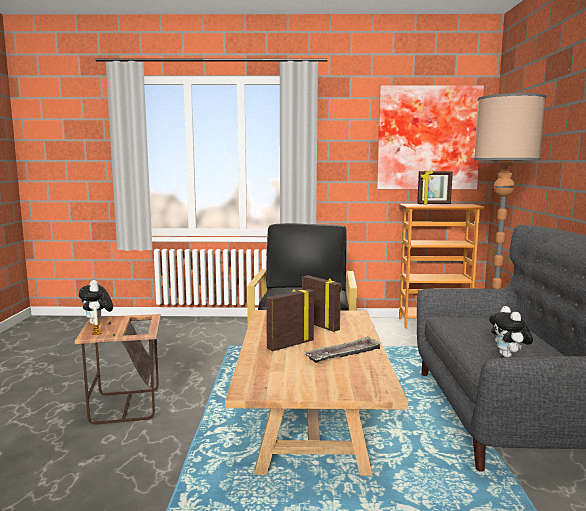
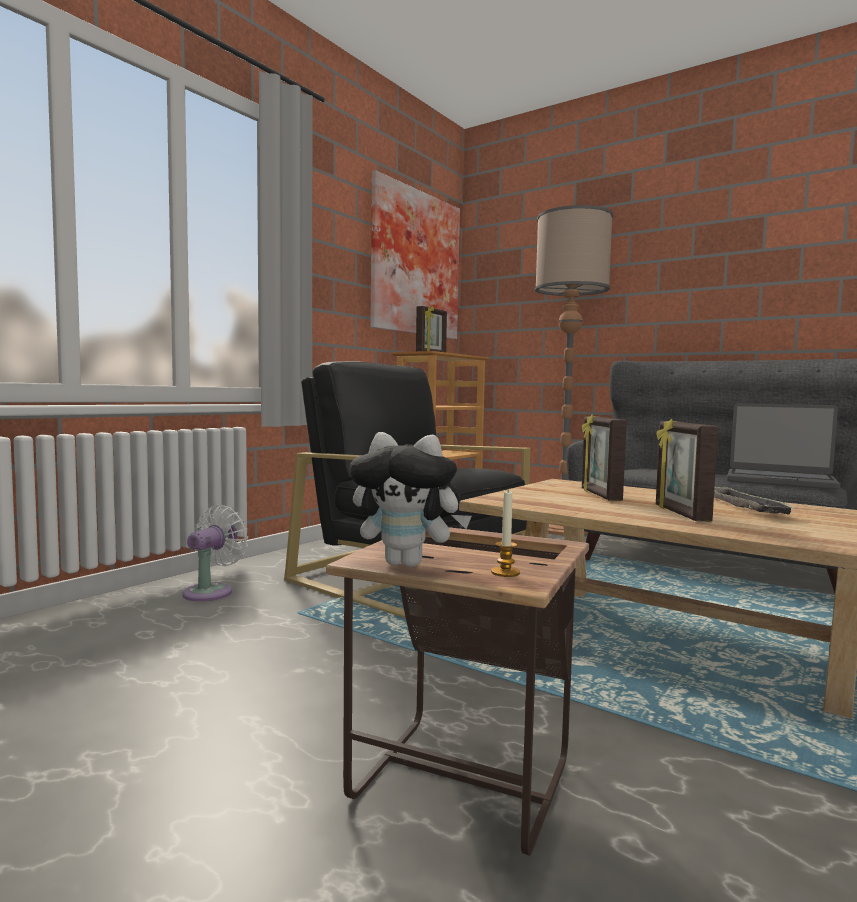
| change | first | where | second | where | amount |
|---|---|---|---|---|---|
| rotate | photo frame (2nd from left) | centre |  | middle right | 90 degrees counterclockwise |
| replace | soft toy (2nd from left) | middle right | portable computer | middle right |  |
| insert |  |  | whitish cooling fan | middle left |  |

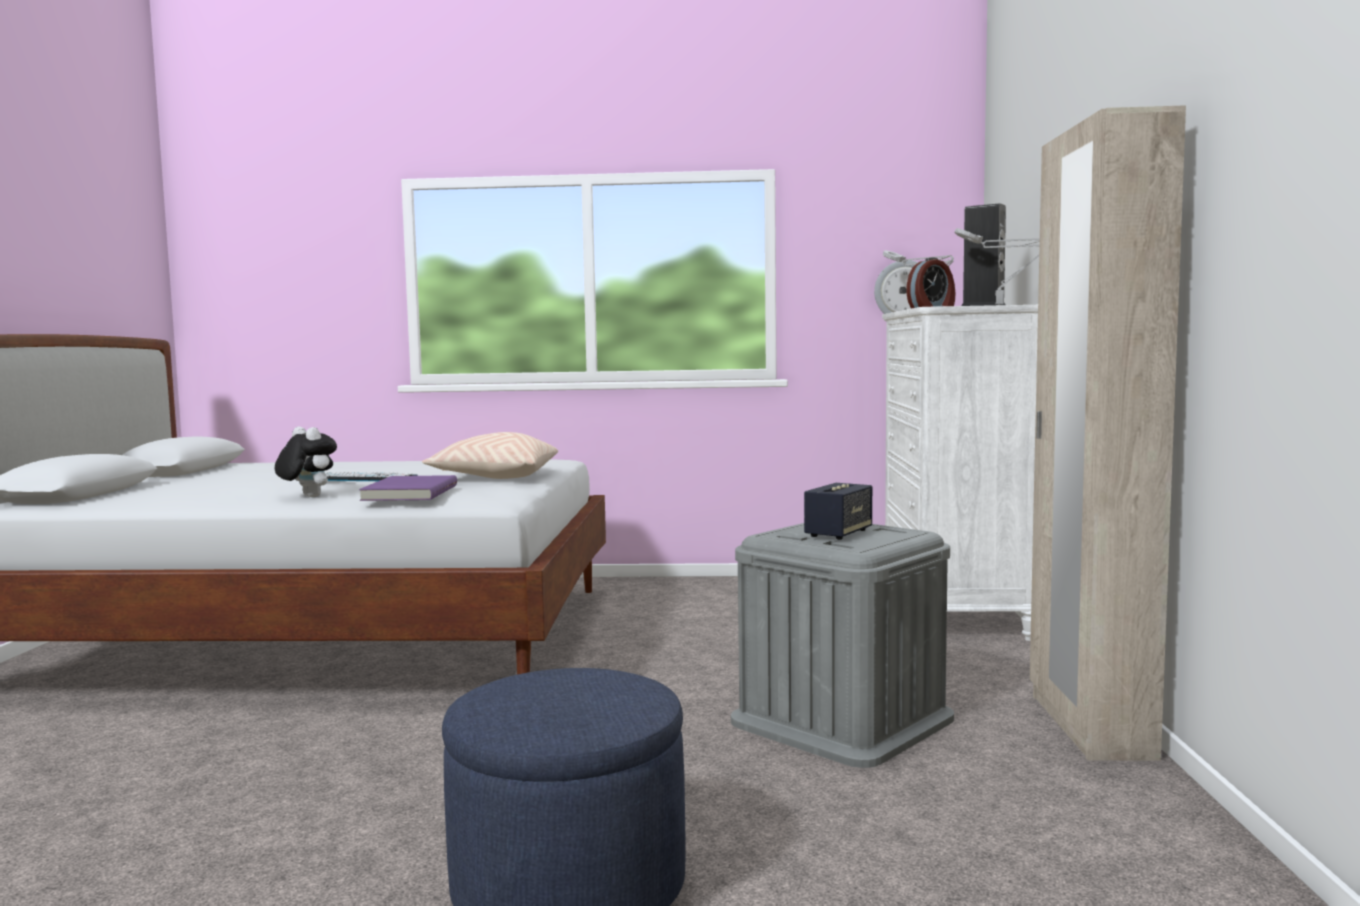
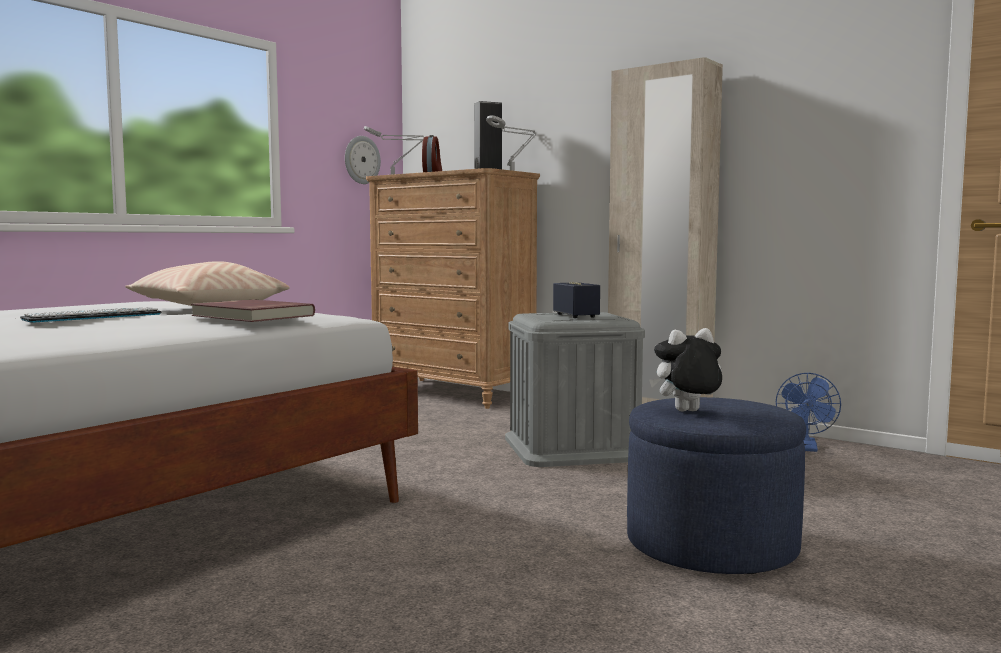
| change | first | where | second | where | amount |
|---|---|---|---|---|---|
| move | soft toy | middle left |  | middle right |  |
| recolor | purplish bound book | middle left | reddish bound book | middle left |  |
| recolor | whitish chest of drawers | middle right | brownish chest of drawers | centre |  |
| insert |  |  | bluish cooling fan | middle right |  |

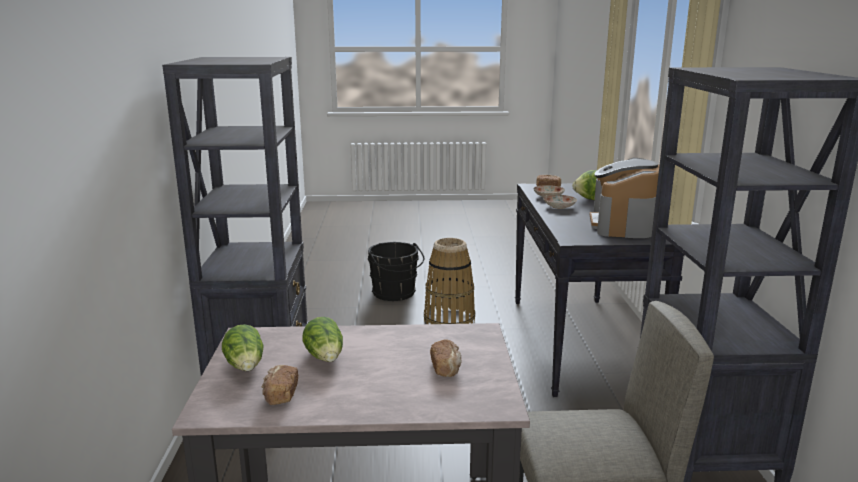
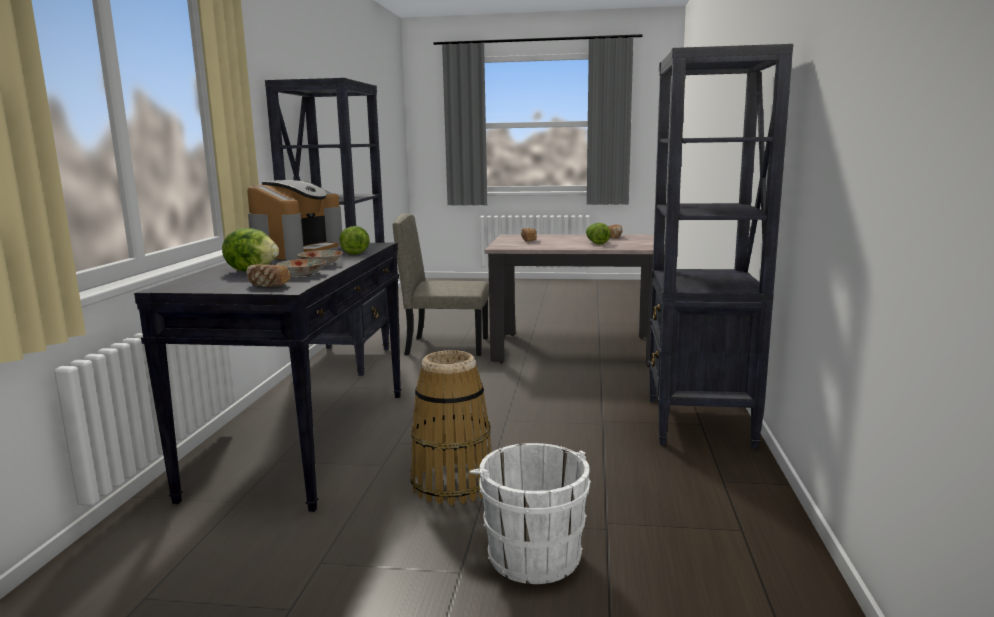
| change | first | where | second | where | amount |
|---|---|---|---|---|---|
| move | lettuce head (1st from left in the first image) | bottom left | lettuce head (2nd from left) | centre |  |
| recolor | black bucket | centre | whitish bucket | bottom centre |  |

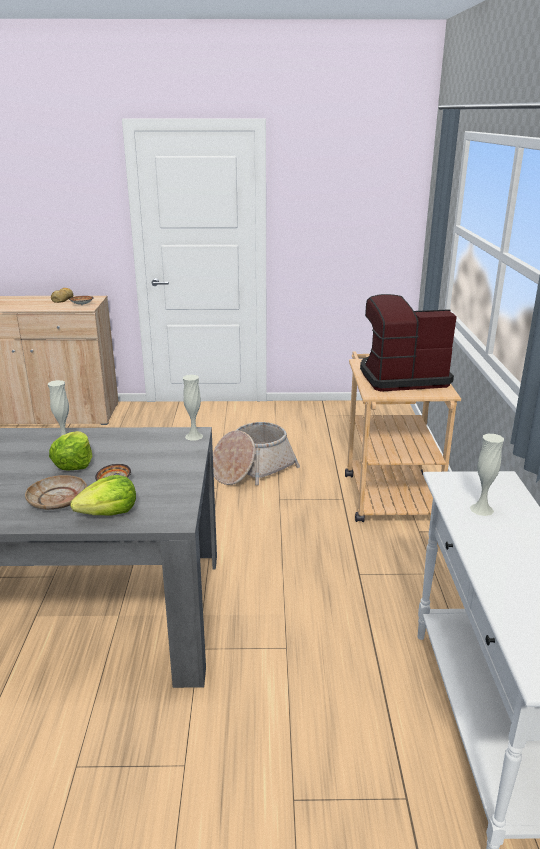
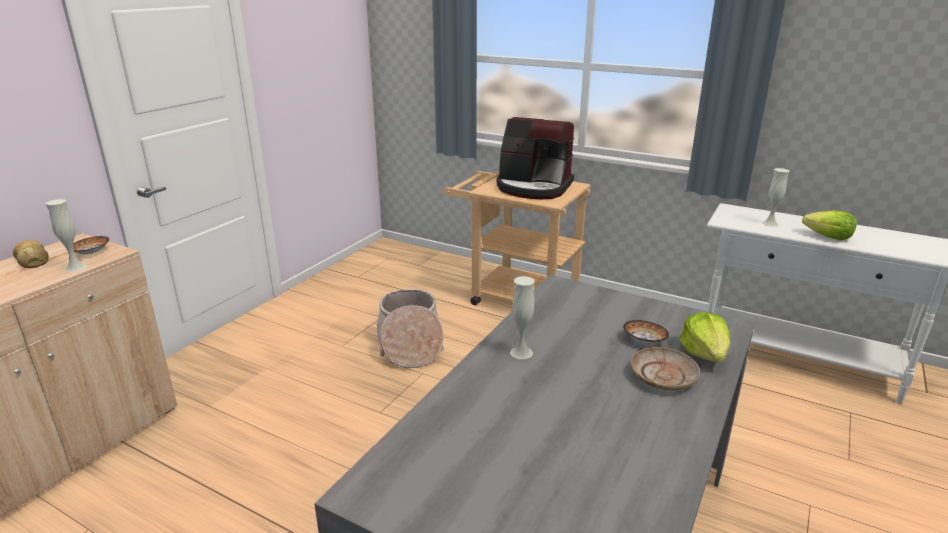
| change | first | where | second | where | amount |
|---|---|---|---|---|---|
| move | lettuce head (1st from left in the first image) | middle left | lettuce head (2nd from left) | middle right |  |
| move | whitish vase (2nd from left in the first image) | centre | whitish vase (1st from left) | middle left |  |
| rotate | coffee brewer | middle right |  | top centre | 90 degrees counterclockwise |

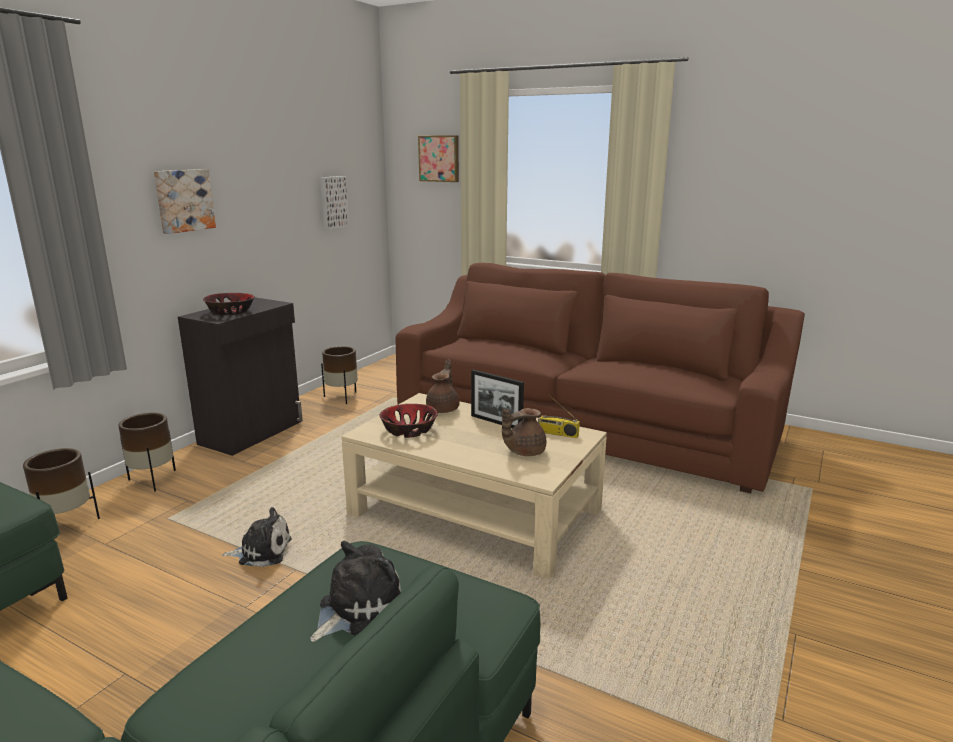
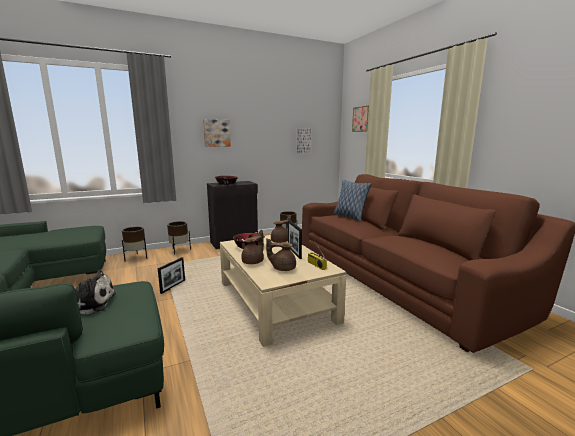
| change | first | where | second | where | amount |
|---|---|---|---|---|---|
| replace | soft toy (1st from left) | bottom left | photo frame (1st from left) | middle left |  |
| insert |  |  | brownish teapot (1st from left) | centre |  |
| insert |  |  | throw pillow | centre |  |

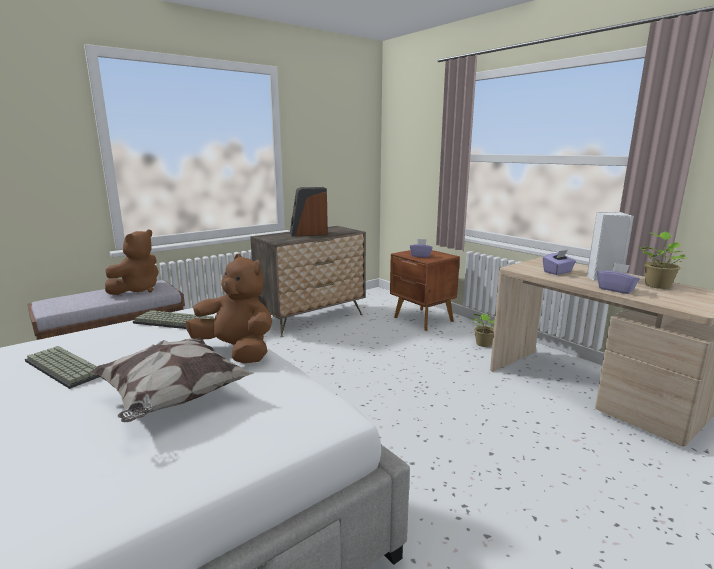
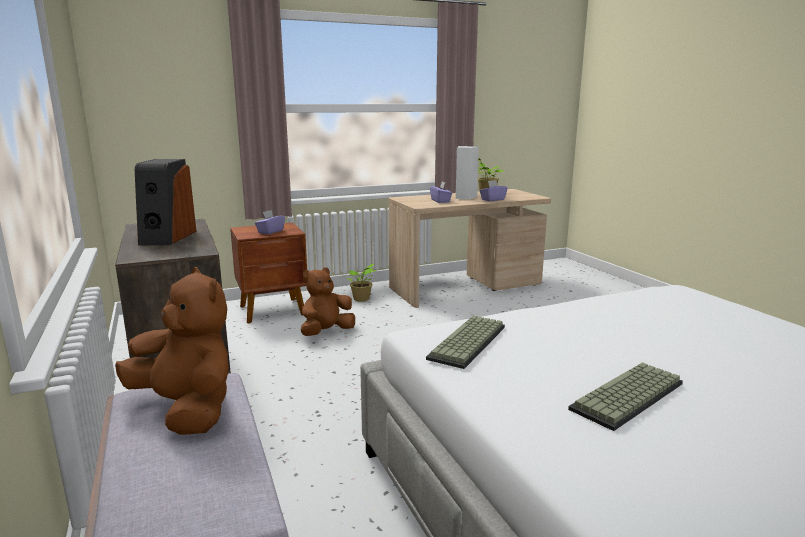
| change | first | where | second | where | amount |
|---|---|---|---|---|---|
| delete | throw pillow | middle left |  |  |  |
| move | brownish soft toy (2nd from left) | middle left |  | centre |  |

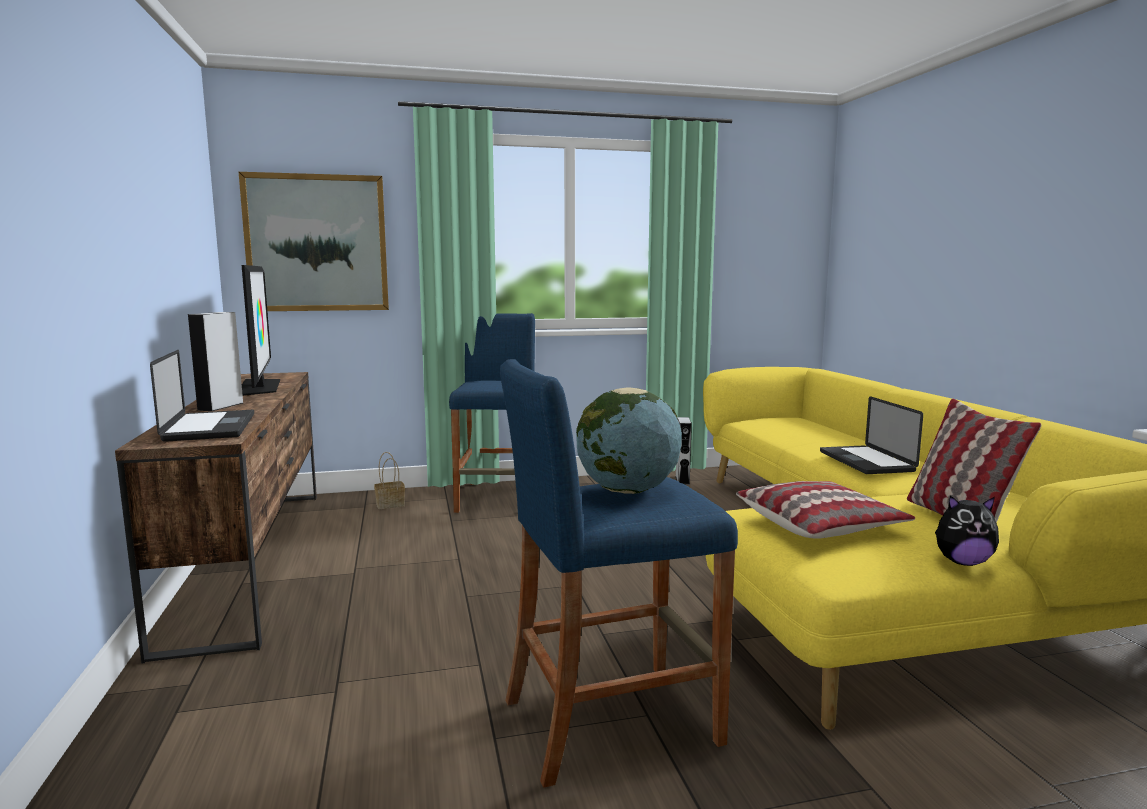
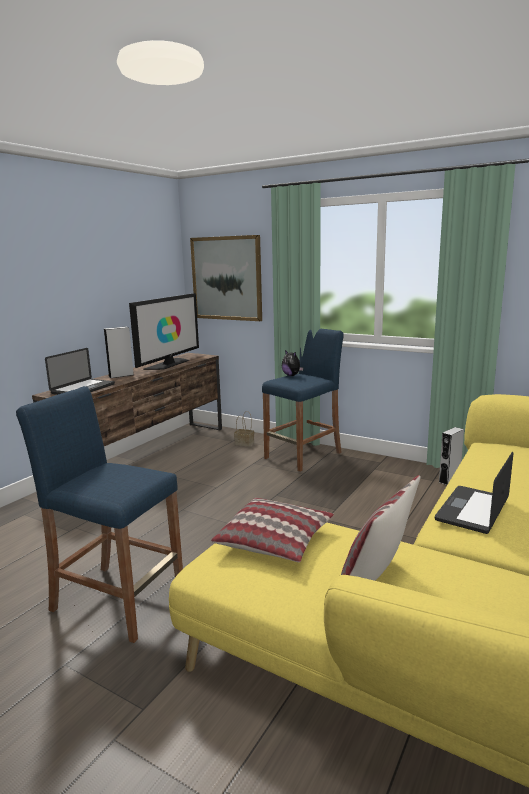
| change | first | where | second | where | amount |
|---|---|---|---|---|---|
| delete | globe | centre |  |  |  |
| move | soft toy | middle right |  | centre |  |

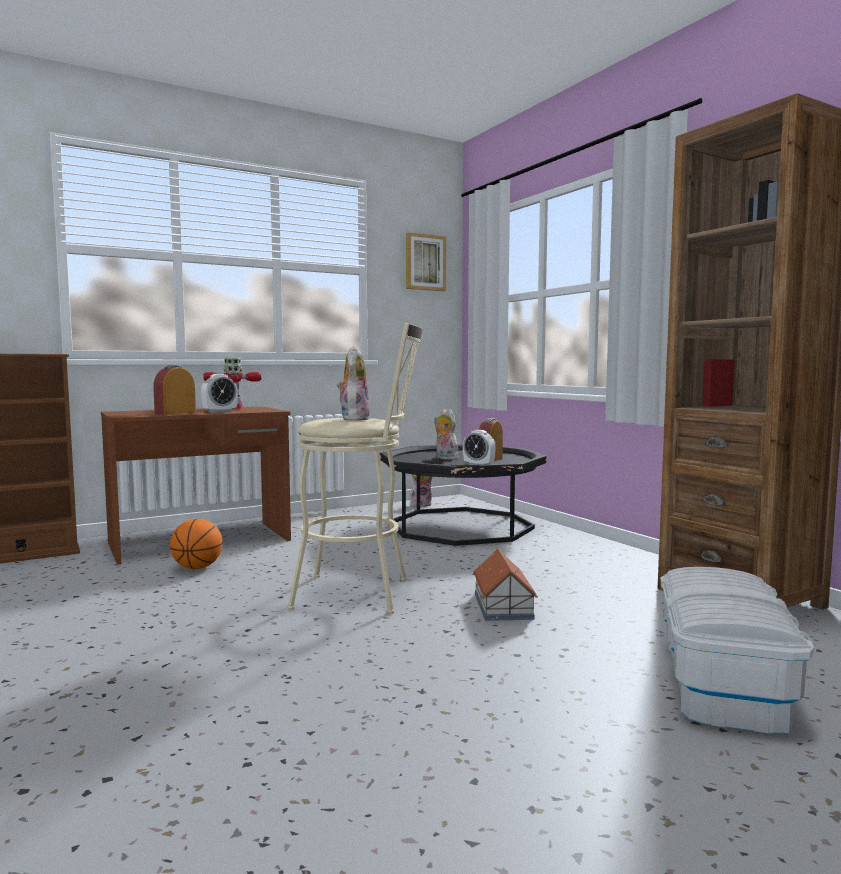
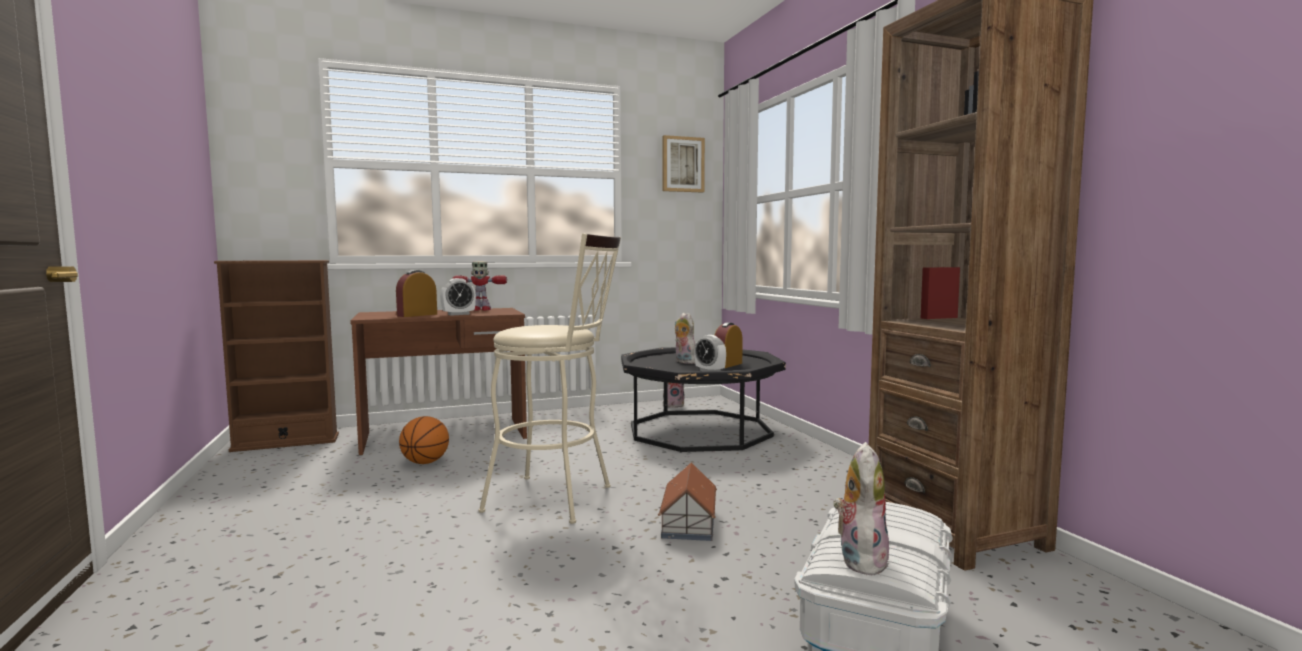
| change | first | where | second | where | amount |
|---|---|---|---|---|---|
| move | soft toy (1st from left in the first image) | centre | soft toy (3rd from left) | bottom centre |  |

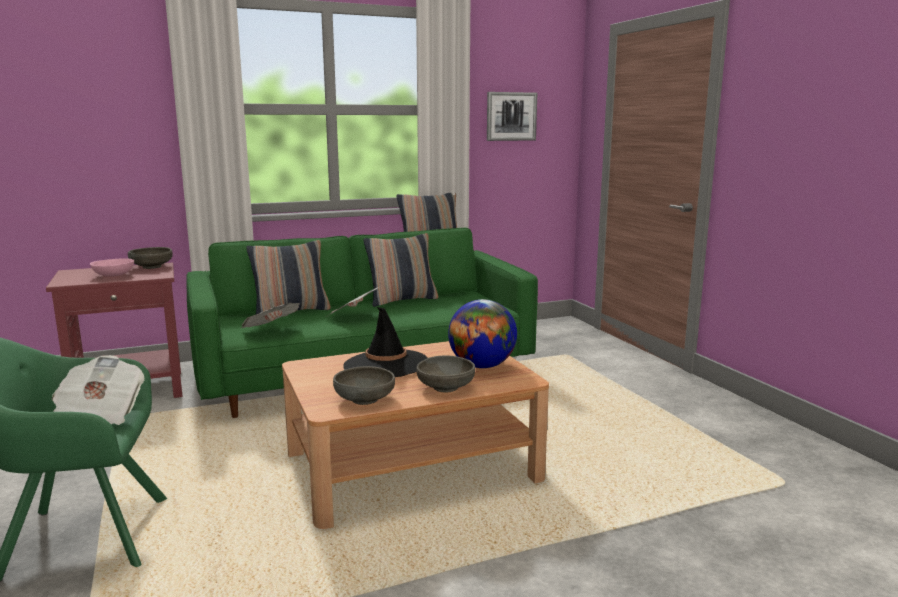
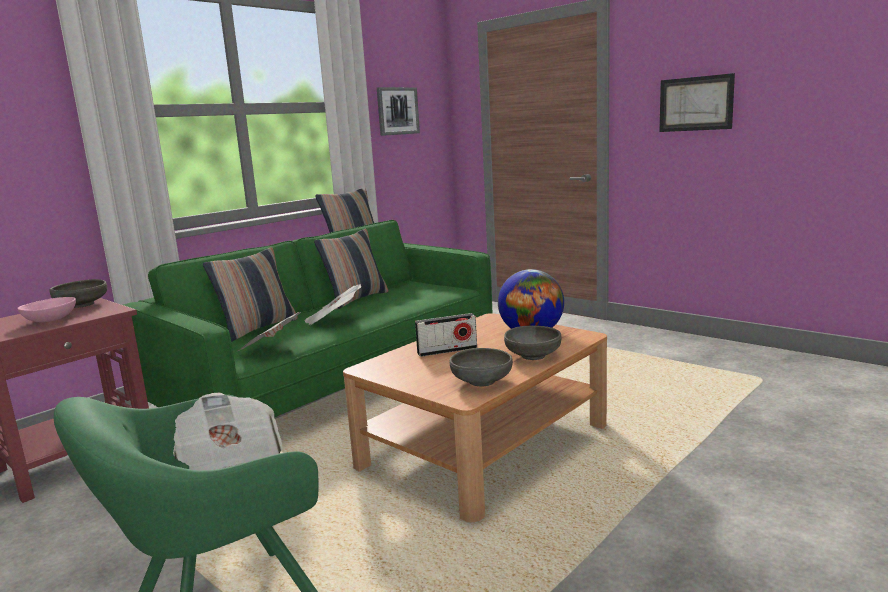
| change | first | where | second | where | amount |
|---|---|---|---|---|---|
| replace | black clothing hat | centre | radio | centre |  |
| insert |  |  | picture (2nd from left) | top right |  |

